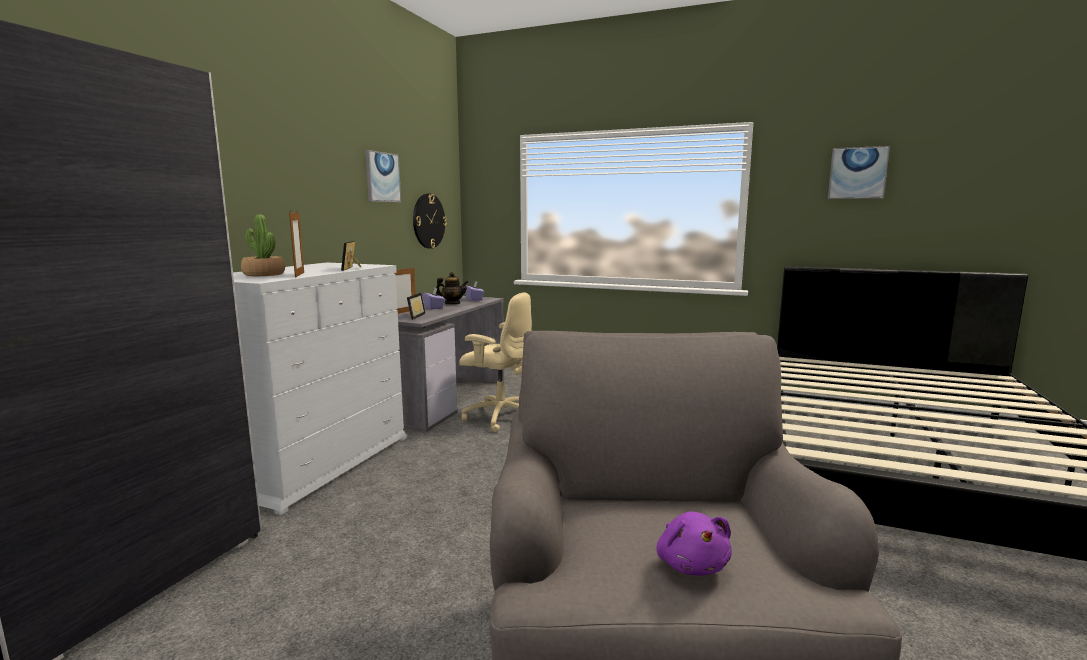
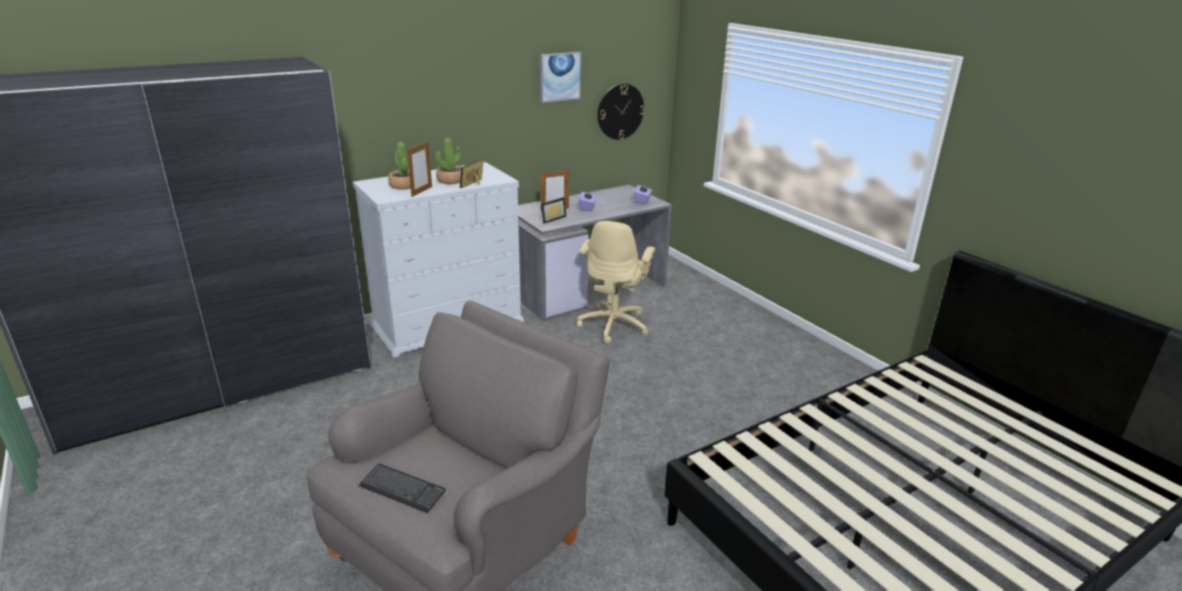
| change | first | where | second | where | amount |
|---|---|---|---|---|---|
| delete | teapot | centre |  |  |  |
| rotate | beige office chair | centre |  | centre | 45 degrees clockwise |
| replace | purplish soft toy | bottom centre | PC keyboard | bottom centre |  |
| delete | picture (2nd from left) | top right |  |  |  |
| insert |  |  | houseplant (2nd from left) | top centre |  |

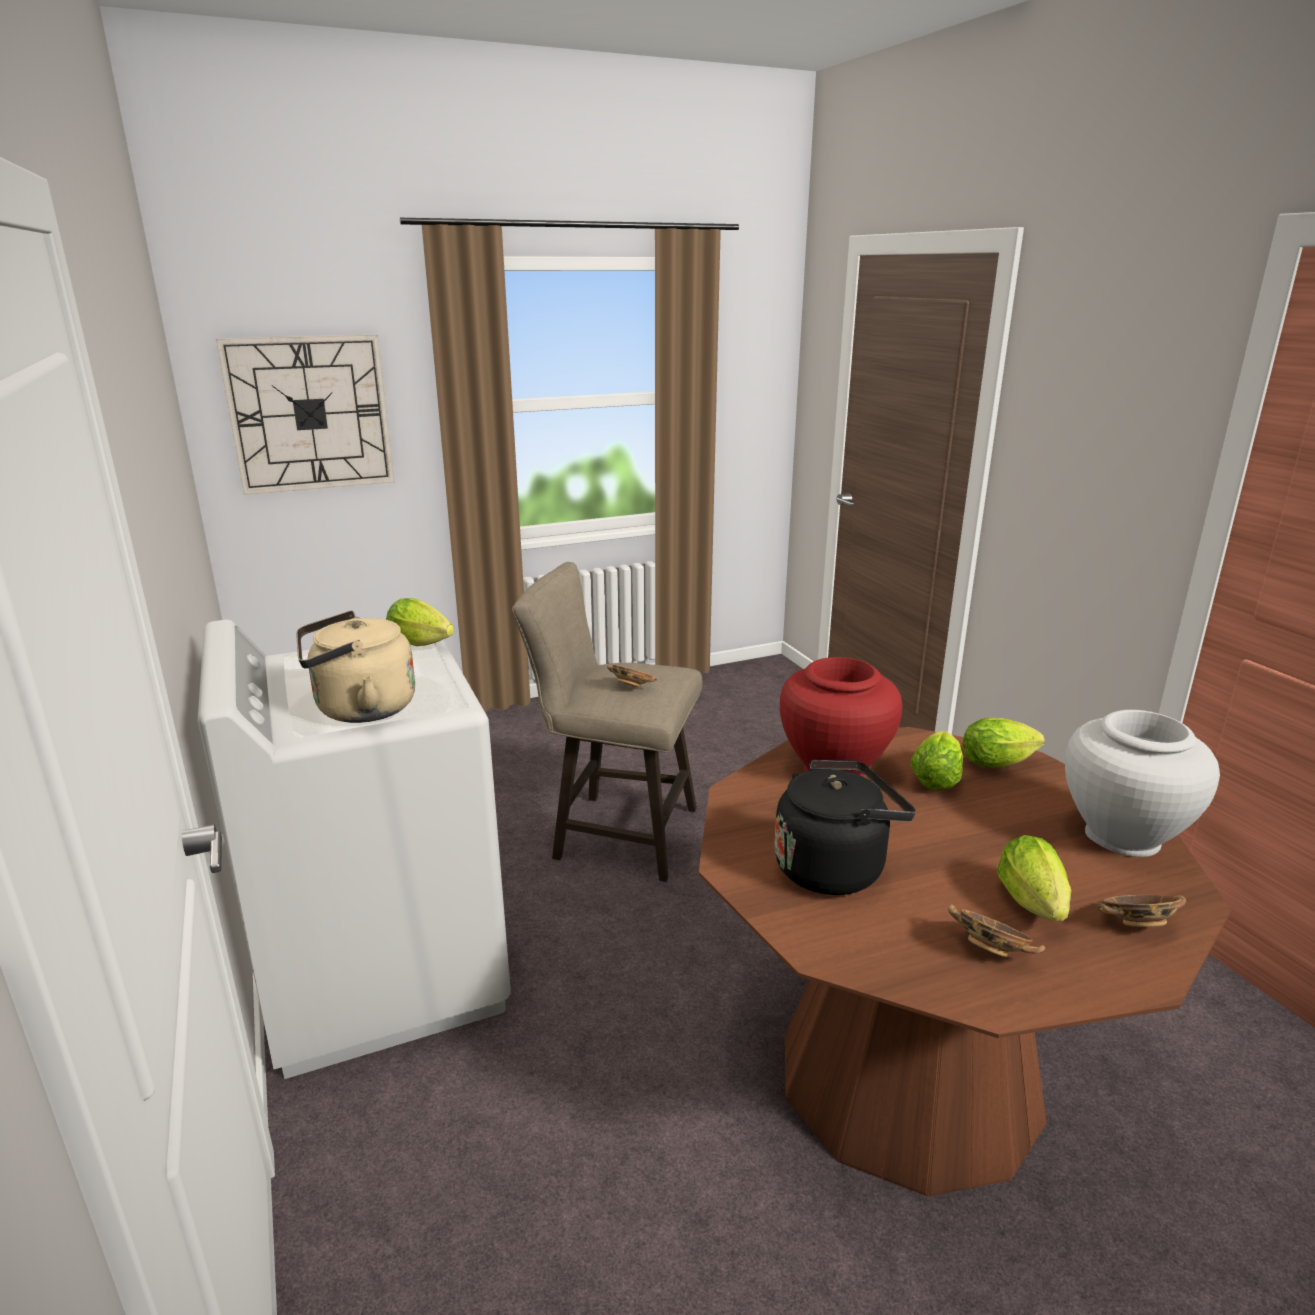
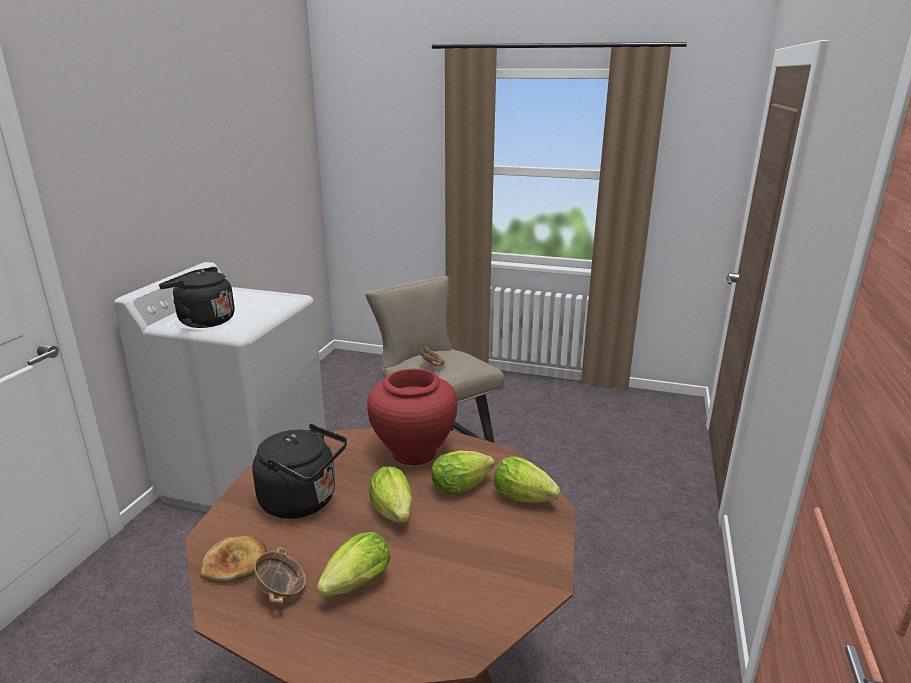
| change | first | where | second | where | amount |
|---|---|---|---|---|---|
| delete | wall clock | top left |  |  |  |
| recolor | beige kettle | middle left | black kettle (1st from left) | middle left |  |
| move | lettuce head (1st from left in the first image) | middle left | lettuce head (2nd from left) | bottom centre |  |
| delete | whitish vase | middle right |  |  |  |
| delete | serving bowl (3rd from left) | bottom right |  |  |  |
| insert |  |  | bakery bread | bottom left |  |

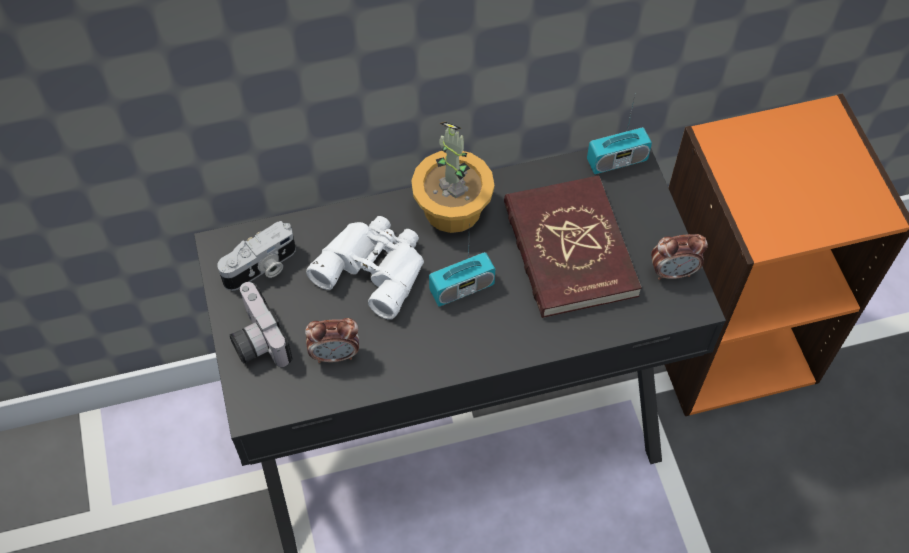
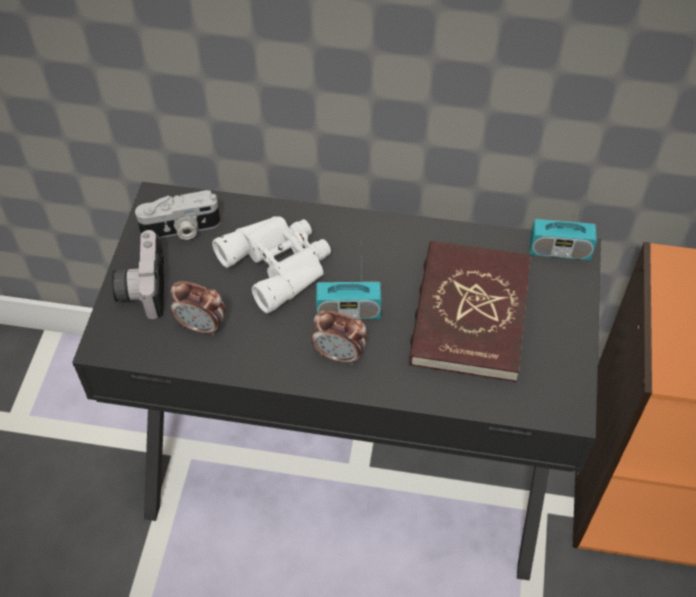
| change | first | where | second | where | amount |
|---|---|---|---|---|---|
| delete | houseplant | top centre |  |  |  |
| move | bedside clock (2nd from left) | middle right |  | centre |  |

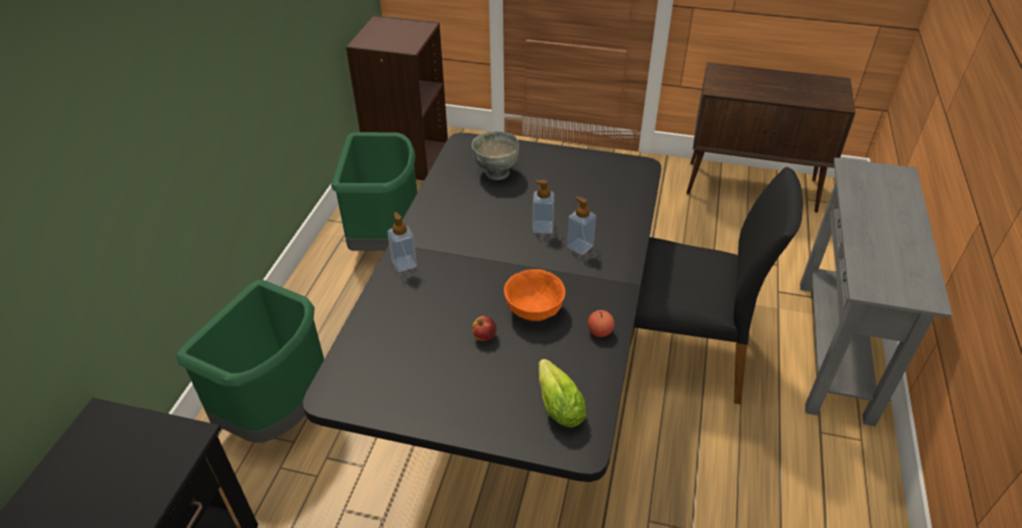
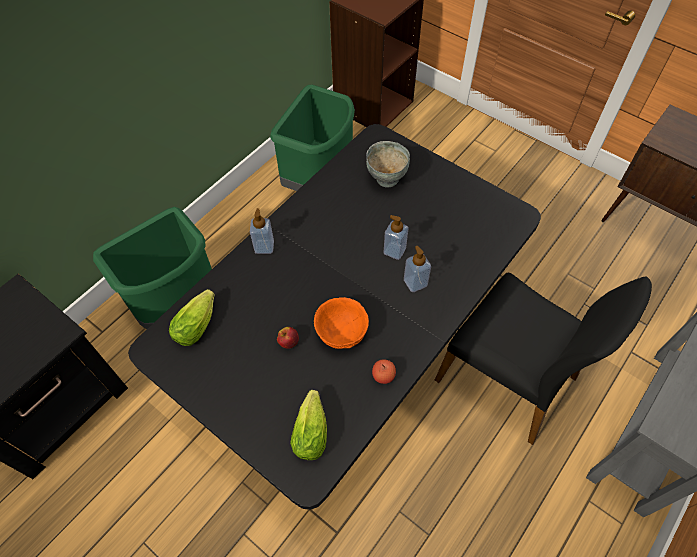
| change | first | where | second | where | amount |
|---|---|---|---|---|---|
| insert |  |  | lettuce head (1st from left) | middle left |  |

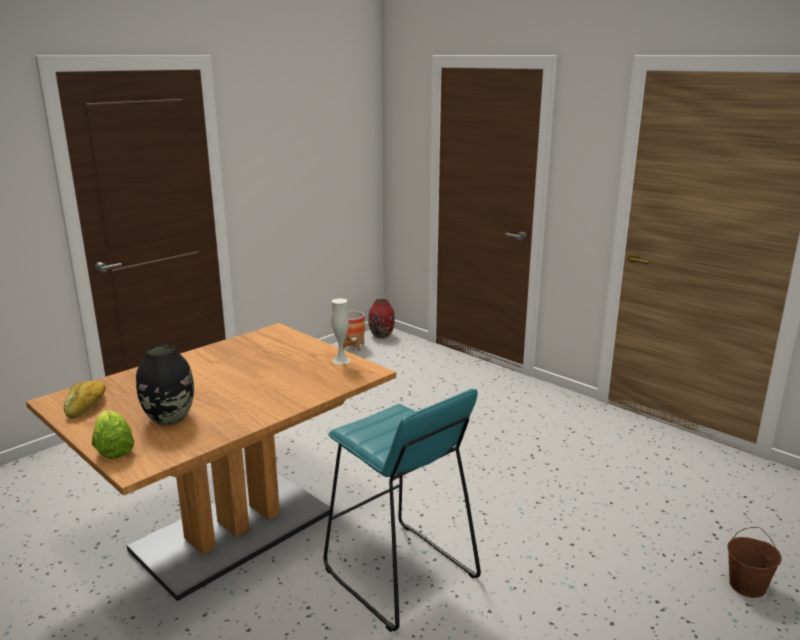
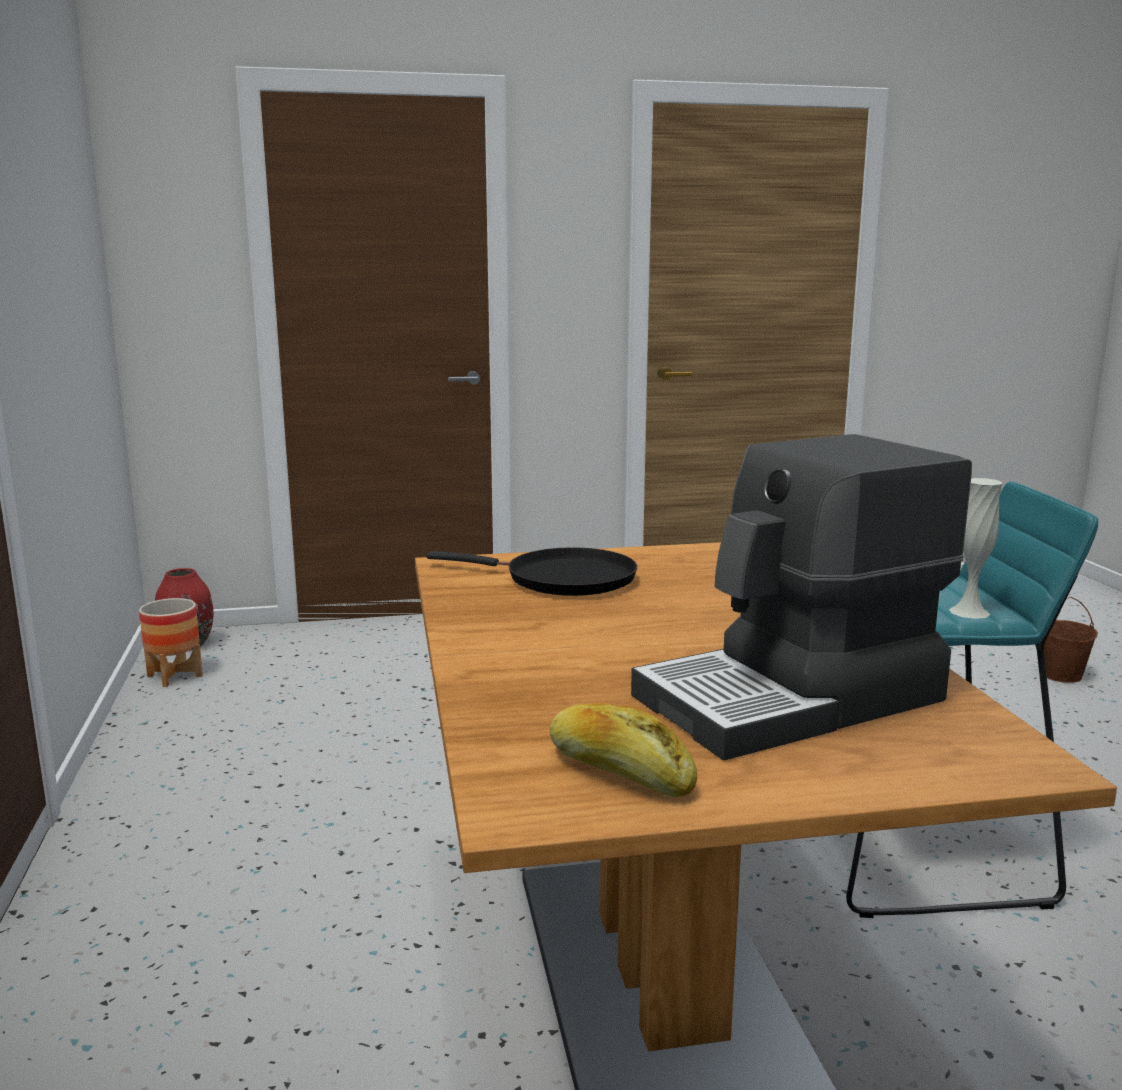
| change | first | where | second | where | amount |
|---|---|---|---|---|---|
| delete | lettuce head | bottom left |  |  |  |
| replace | black vase | middle left | coffee brewer | middle right |  |
| move | whitish vase | centre |  | middle right |  |
| insert |  |  | black pan | centre |  |

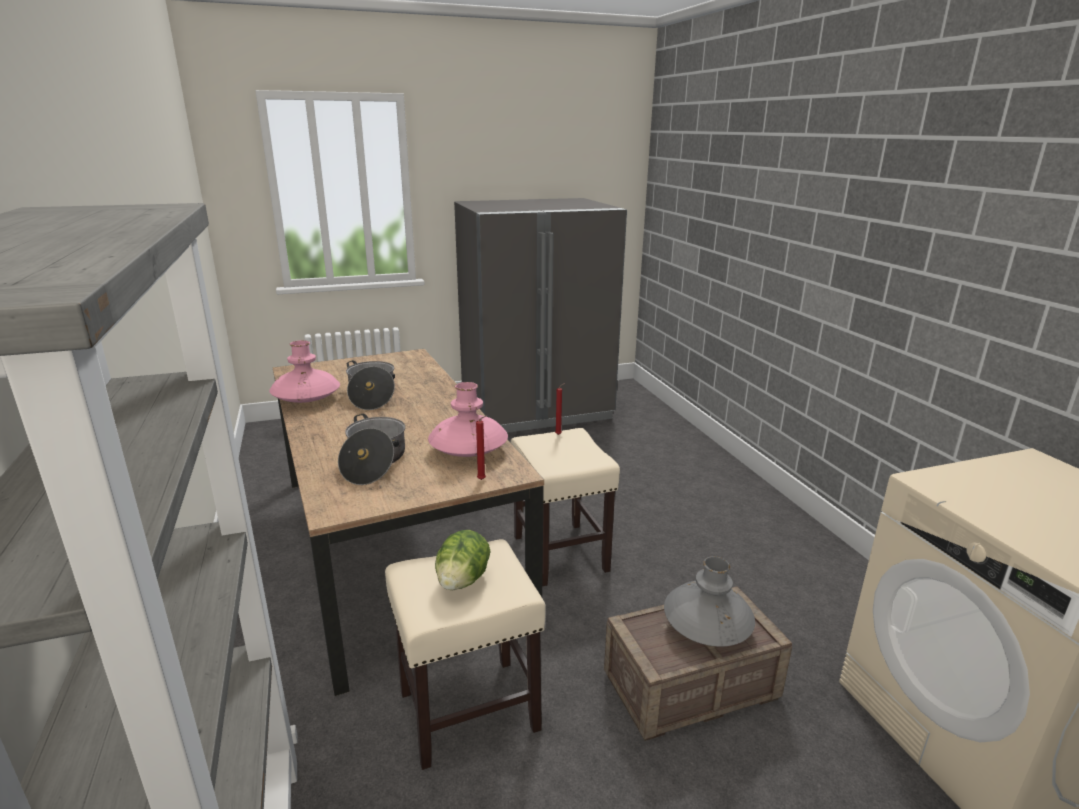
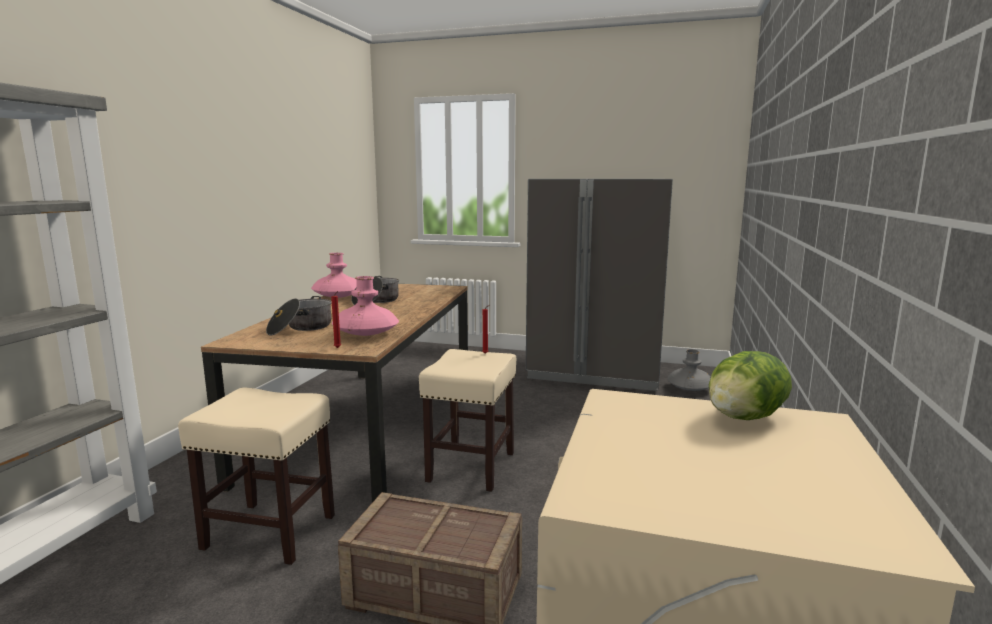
| change | first | where | second | where | amount |
|---|---|---|---|---|---|
| move | lettuce head | bottom centre |  | middle right |  |
| move | greyish vase | bottom centre |  | middle right |  |

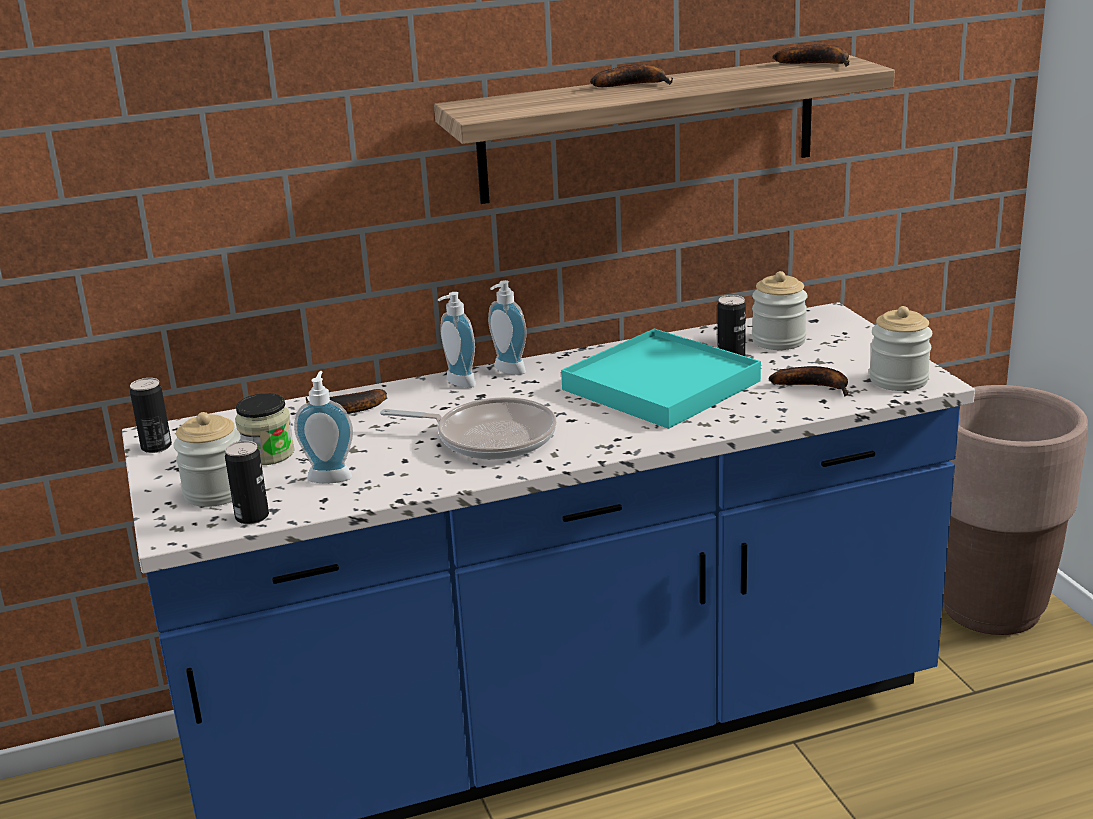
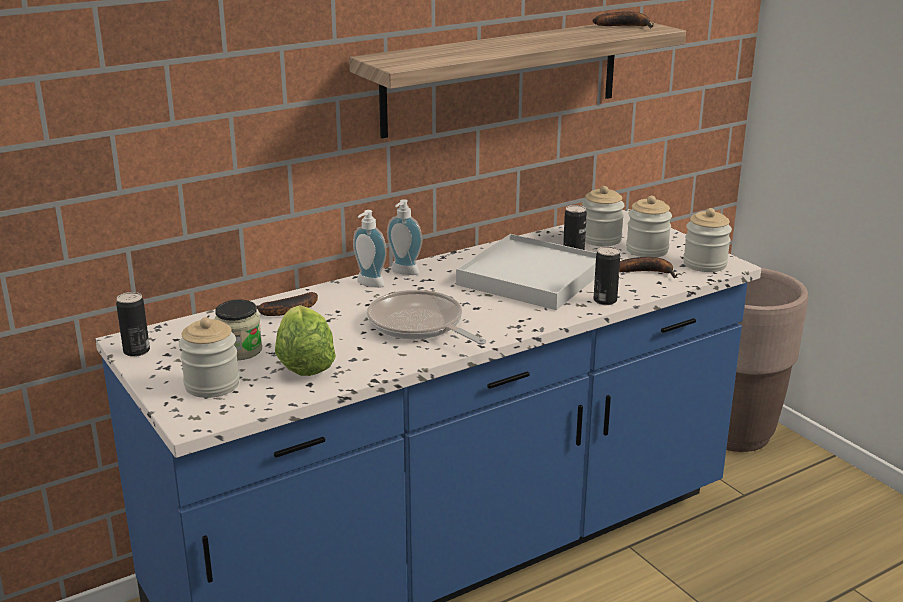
| change | first | where | second | where | amount |
|---|---|---|---|---|---|
| move | metal can (2nd from left in the first image) | middle left | metal can (3rd from left) | middle right |  |
| replace | soap dispenser (1st from left) | middle left | lettuce head | centre |  |
| rotate | pan | centre |  | centre | 135 degrees counterclockwise |
| recolor | turquoise tray | centre | whitish tray | centre |  |
| delete | banana (2nd from left) | top centre |  |  |  |
| insert |  |  | preserve jar (4th from left) | middle right |  |

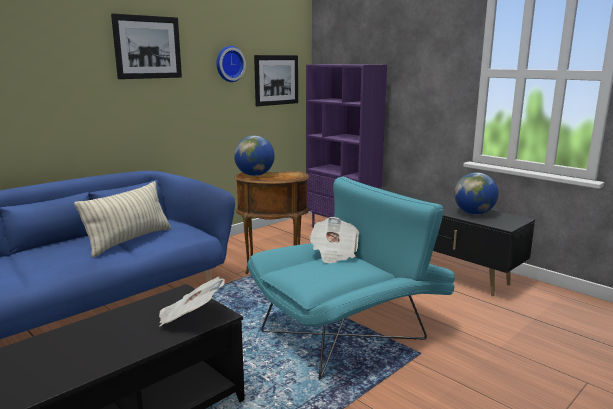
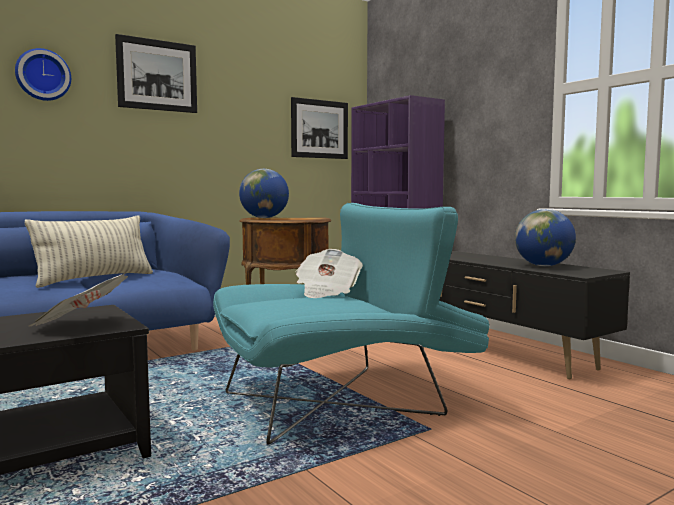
| change | first | where | second | where | amount |
|---|---|---|---|---|---|
| move | wall clock | top centre |  | top left |  |

